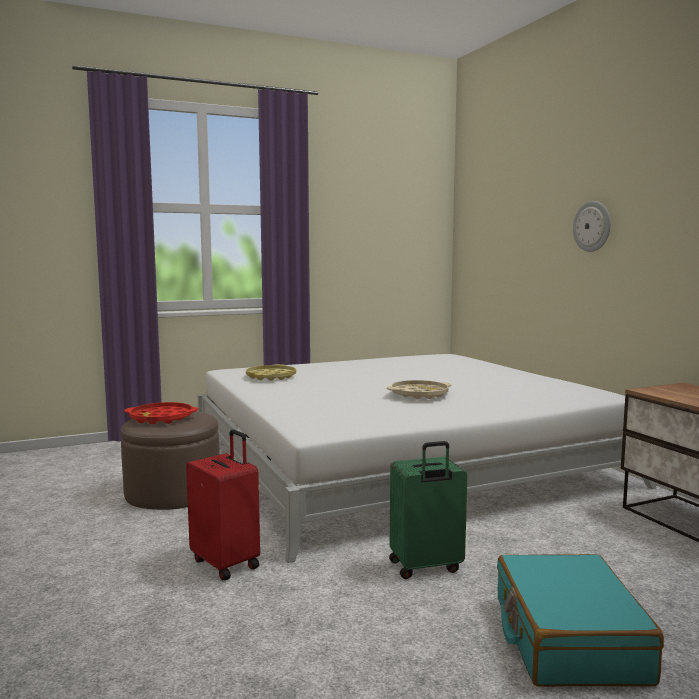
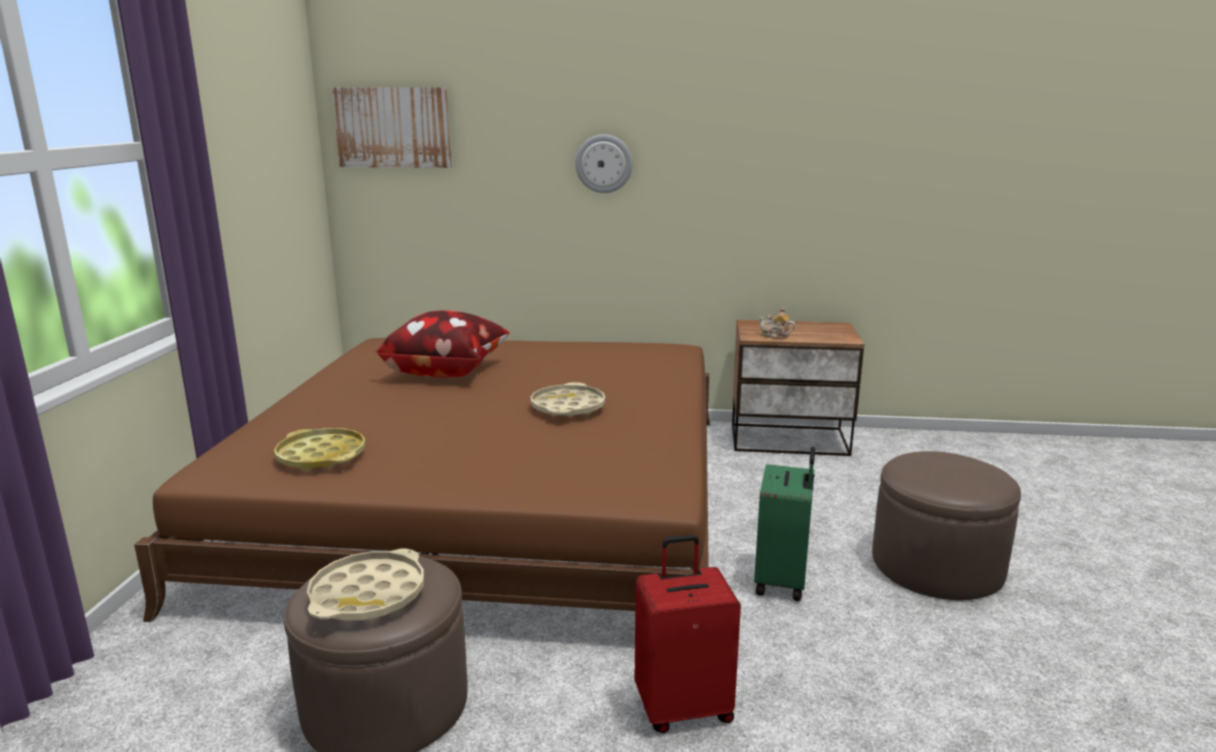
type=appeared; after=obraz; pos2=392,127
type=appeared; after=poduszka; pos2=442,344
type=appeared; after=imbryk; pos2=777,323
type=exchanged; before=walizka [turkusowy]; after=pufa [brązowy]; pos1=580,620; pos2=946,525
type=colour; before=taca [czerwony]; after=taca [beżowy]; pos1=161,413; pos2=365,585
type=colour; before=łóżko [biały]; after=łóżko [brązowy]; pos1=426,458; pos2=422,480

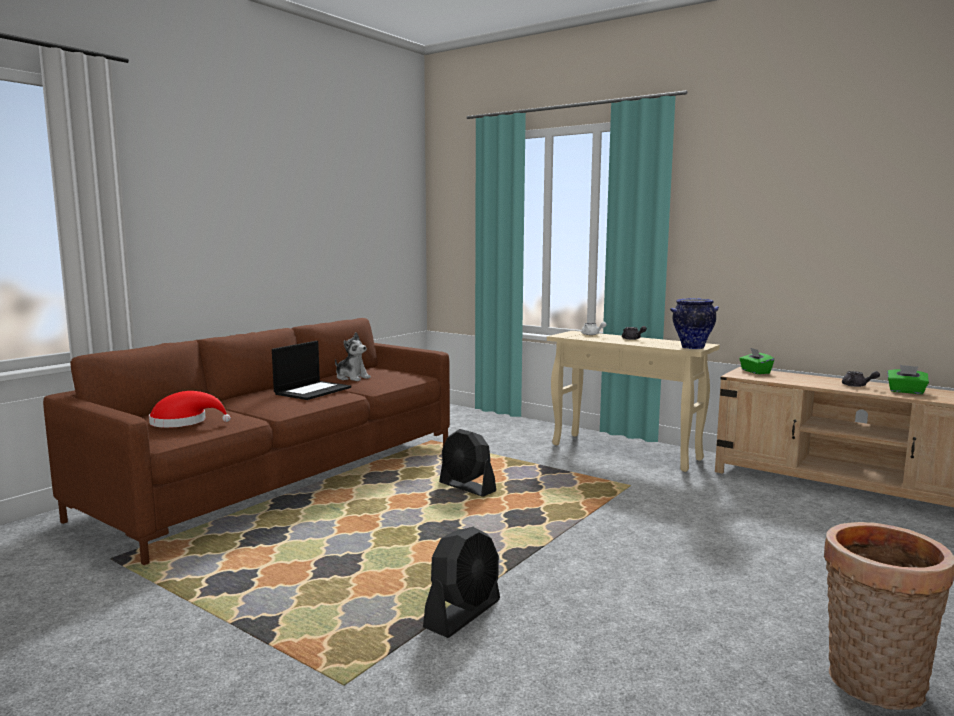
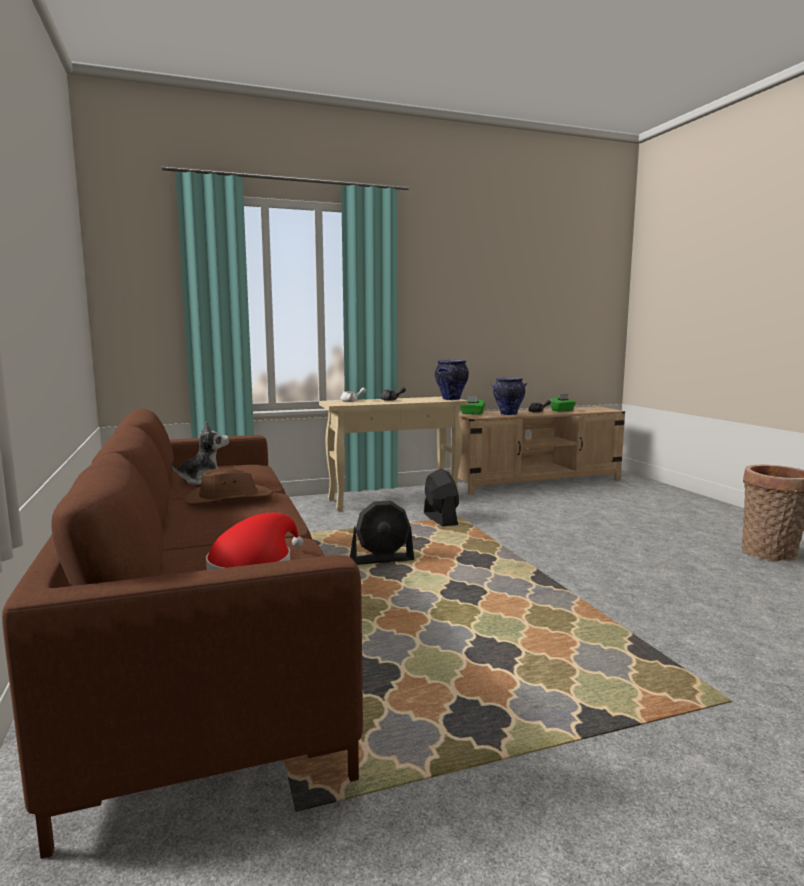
type=appeared; after=wazon; pos2=509,396
type=relocated; before=wentylator [czarny]; pos1=461,582; pos2=441,498
type=exchanged; before=laptop; after=kapelusz [brązowy]; pos1=311,370; pos2=229,486

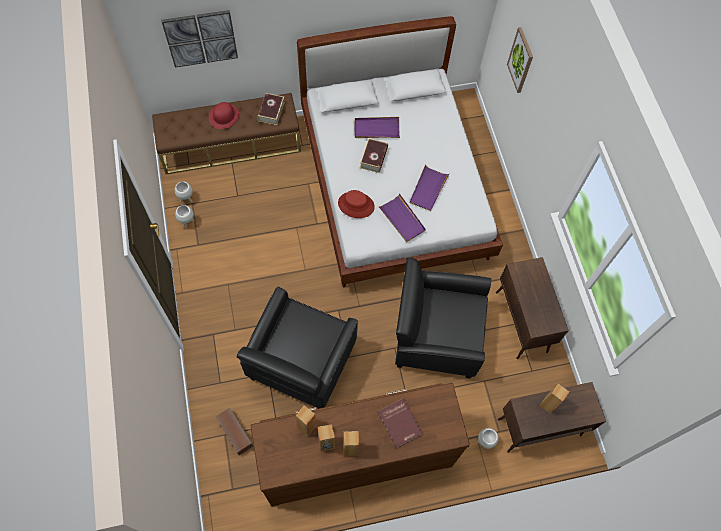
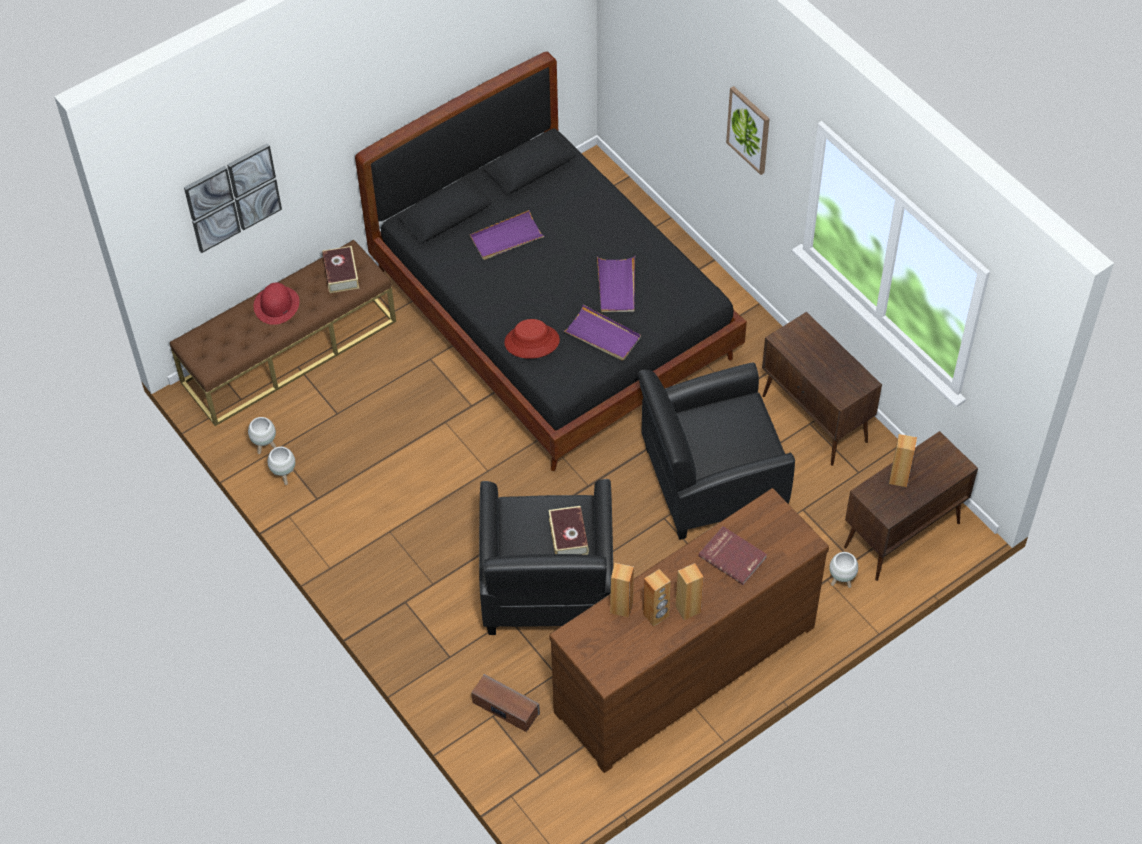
type=relocated; before=książka; pos1=374,155; pos2=568,530
type=relocated; before=obraz; pos1=520,60; pos2=747,130
type=colour; before=łóżko [biały]; after=łóżko [czarny]; pos1=400,151; pos2=551,261

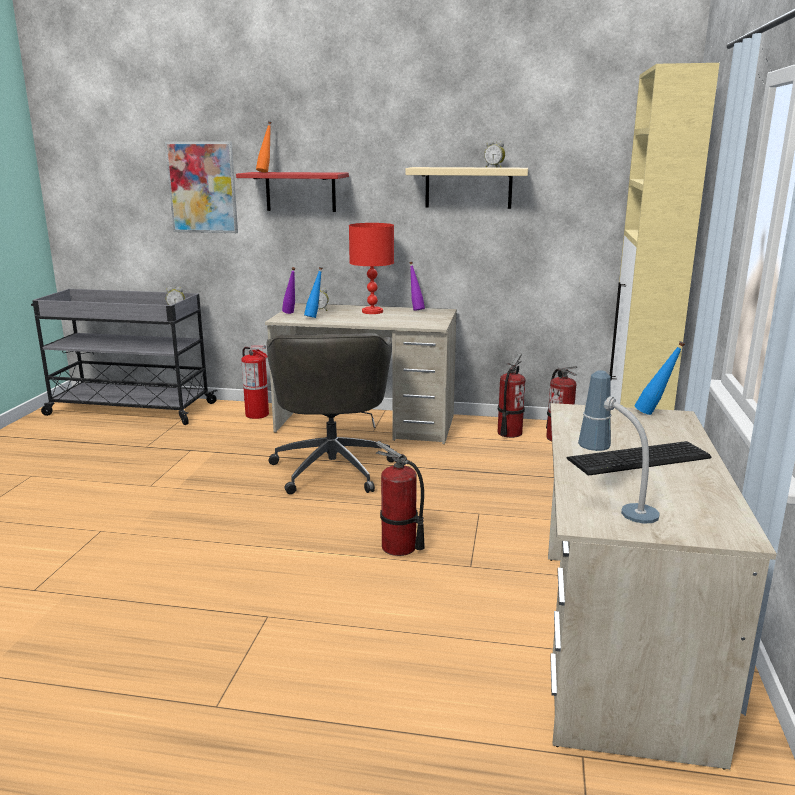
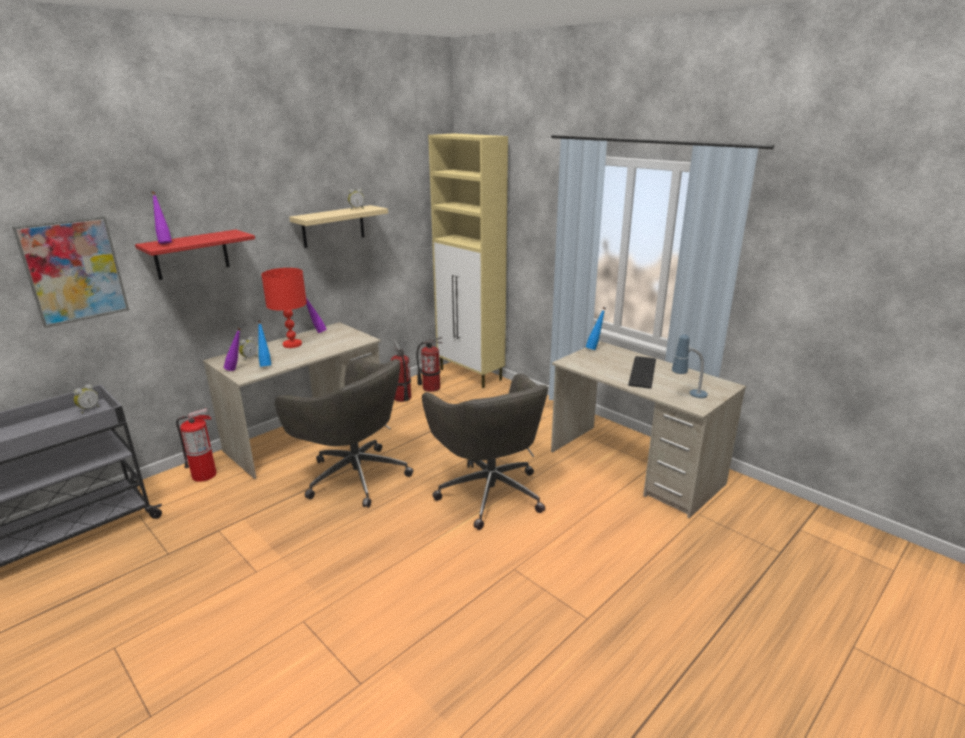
type=exchanged; before=gaśnica; after=krzesło biurowe [szary]; pos1=400,498; pos2=485,452
type=colour; before=butelka [pomarańczowy]; after=butelka [fioletowy]; pos1=264,146; pos2=162,217

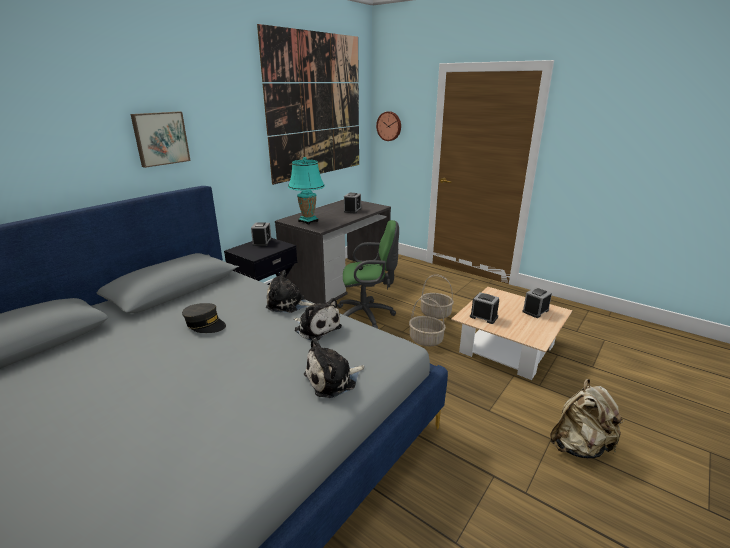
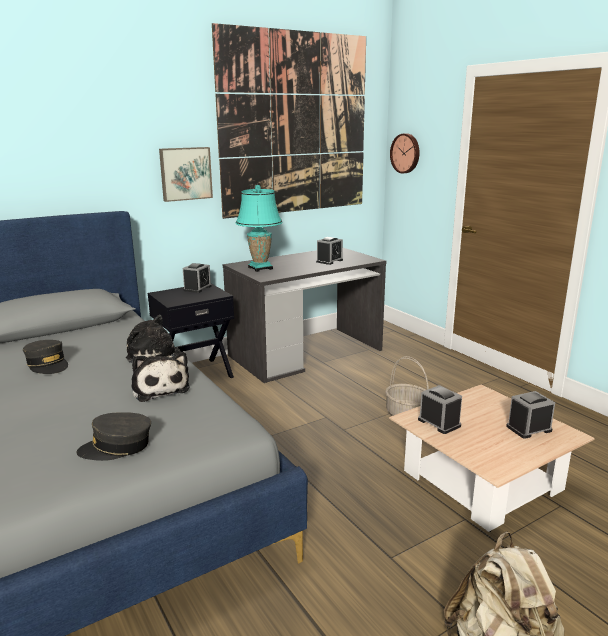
type=missing; before=krzesło biurowe [zielony]; pos1=368,274
type=missing; before=koszyk; pos1=427,321
type=relocated; before=obraz; pos1=160,140; pos2=186,174
type=exchanged; before=pluszak; after=czapka z daszkiem [szary]; pos1=334,368; pos2=114,436

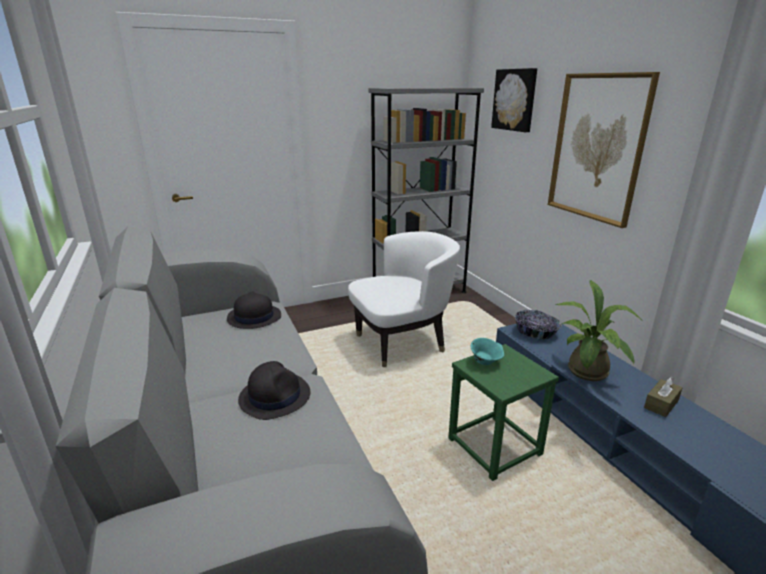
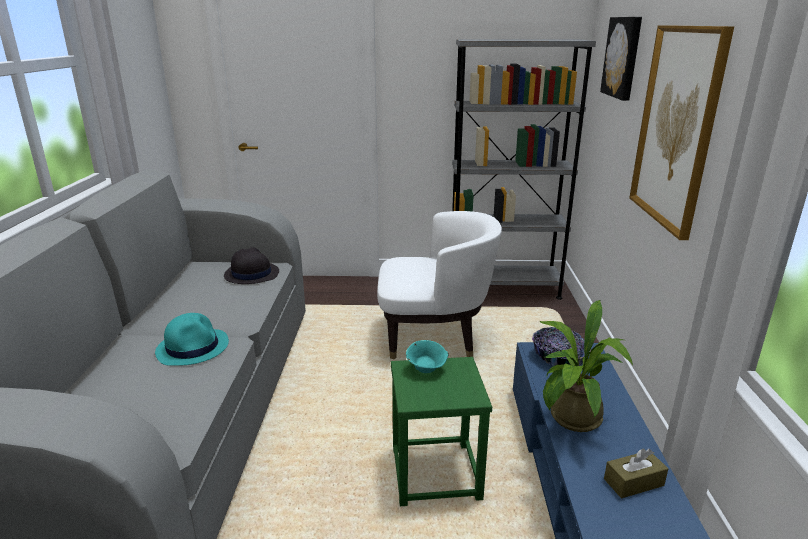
type=colour; before=kapelusz [czarny]; after=kapelusz [turkusowy]; pos1=274,390; pos2=192,339

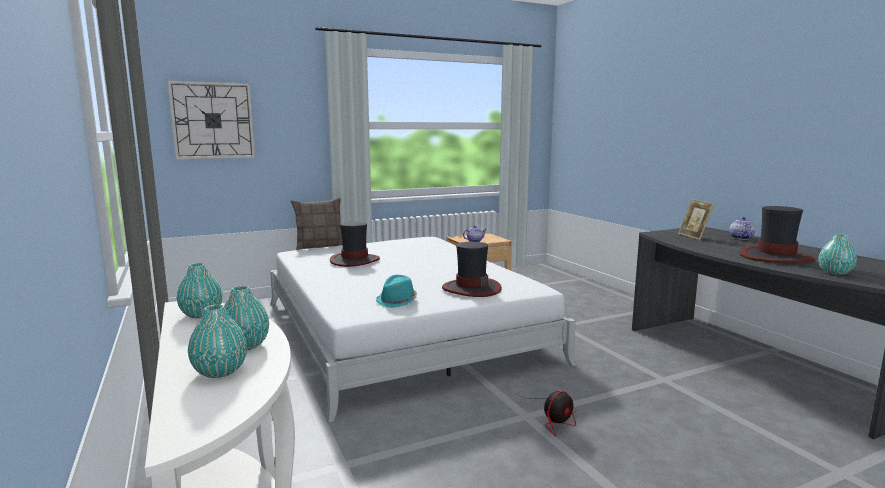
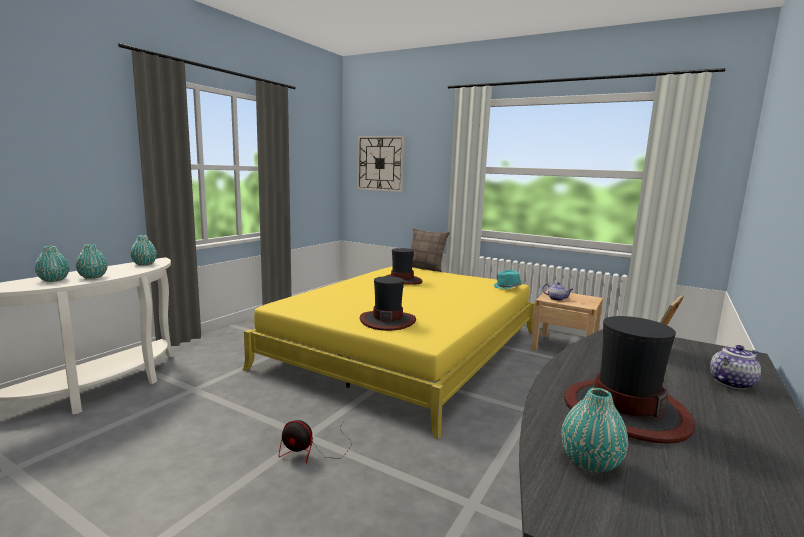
type=relocated; before=kapelusz [turkusowy]; pos1=396,291; pos2=508,279
type=colour; before=łóżko [biały]; after=łóżko [żółty]; pos1=423,330; pos2=389,353

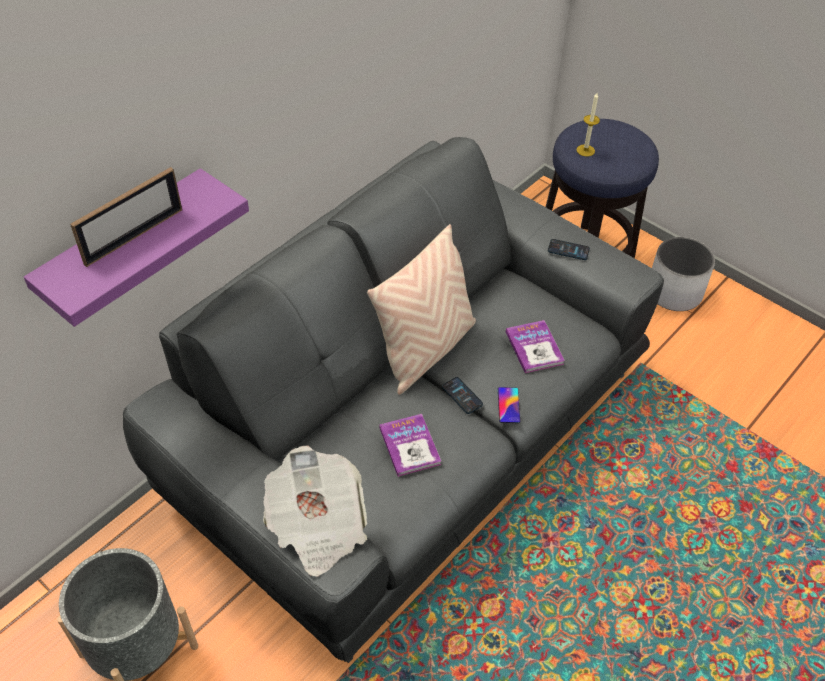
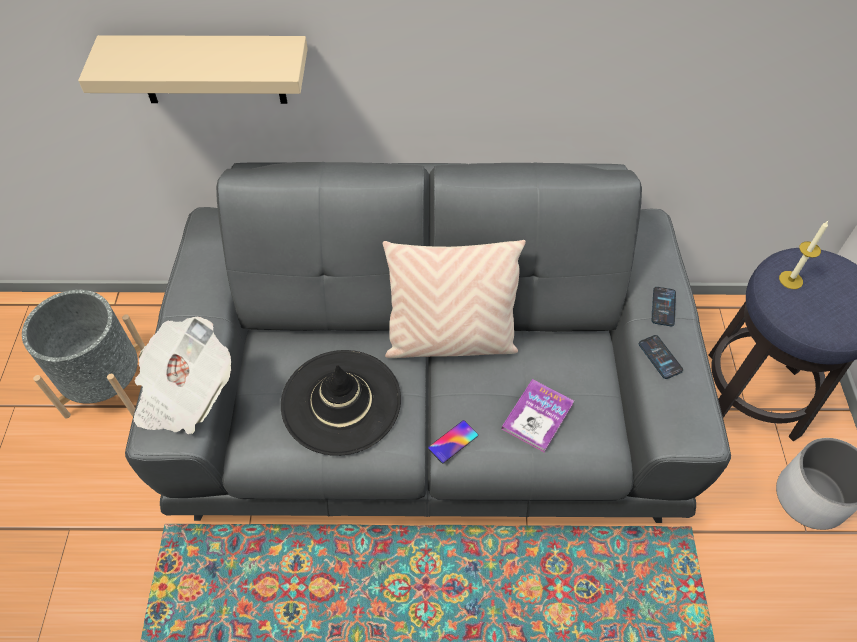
type=missing; before=ramka na zdjęcie; pos1=126,217
type=relocated; before=telefon; pos1=462,395; pos2=664,307
type=exchanged; before=książka; after=kapelusz [czarny]; pos1=410,445; pos2=341,403
type=colour; before=półka [fioletowy]; after=półka [beżowy]; pos1=136,247; pos2=193,69

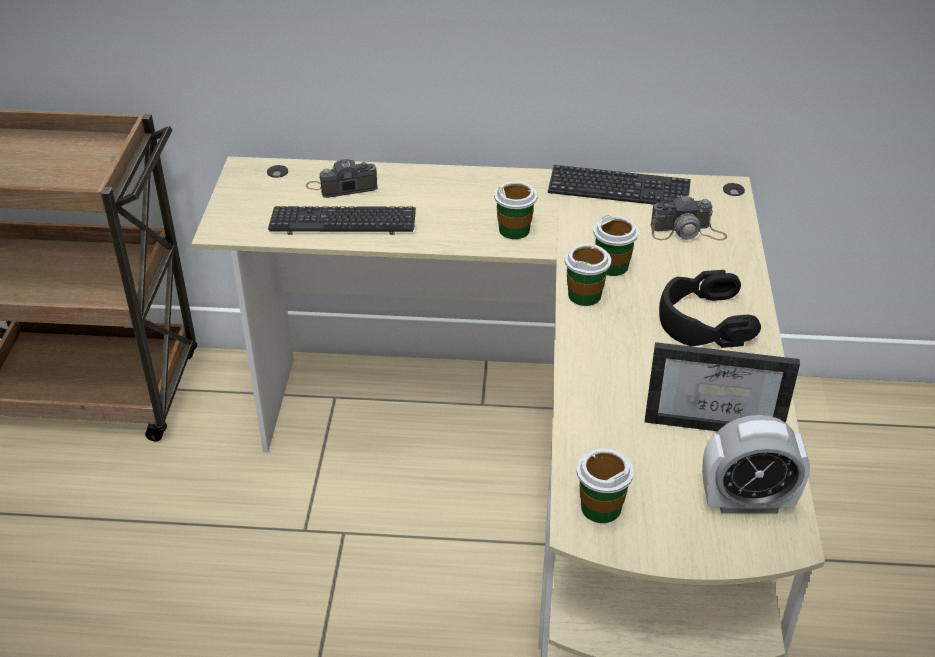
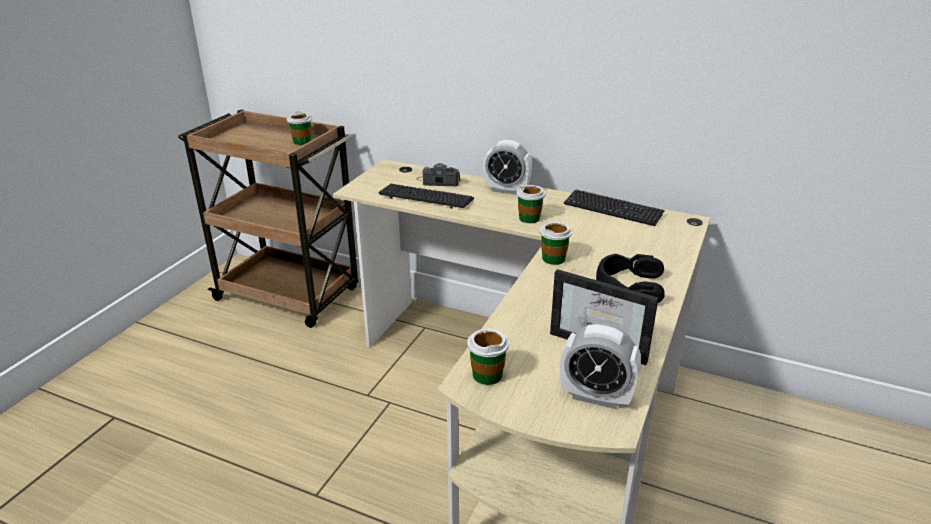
type=missing; before=aparat fotograficzny; pos1=689,218
type=appeared; after=budzik; pos2=507,167
type=relocated; before=filiżanka; pos1=616,245; pos2=299,128

